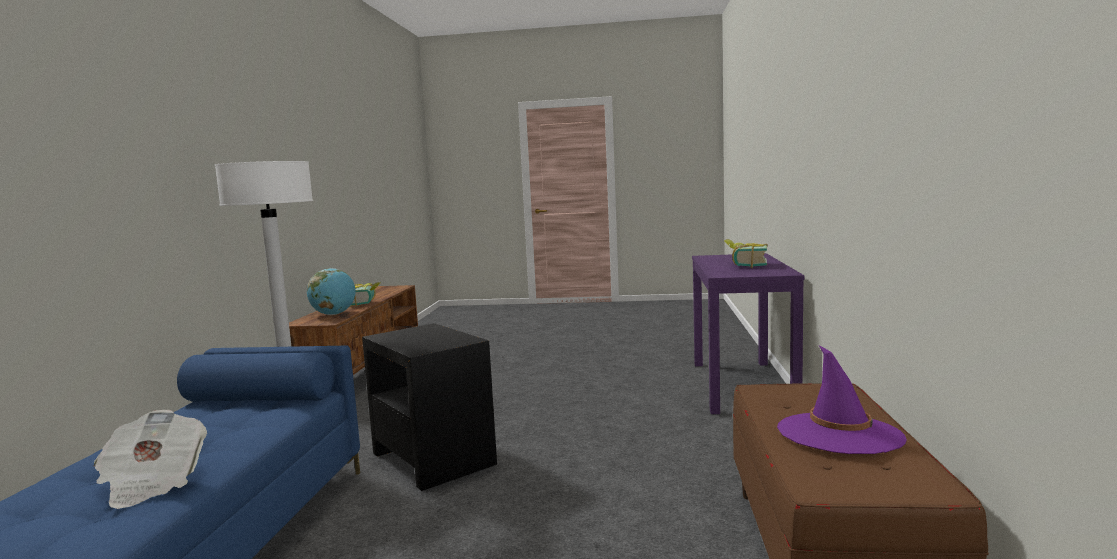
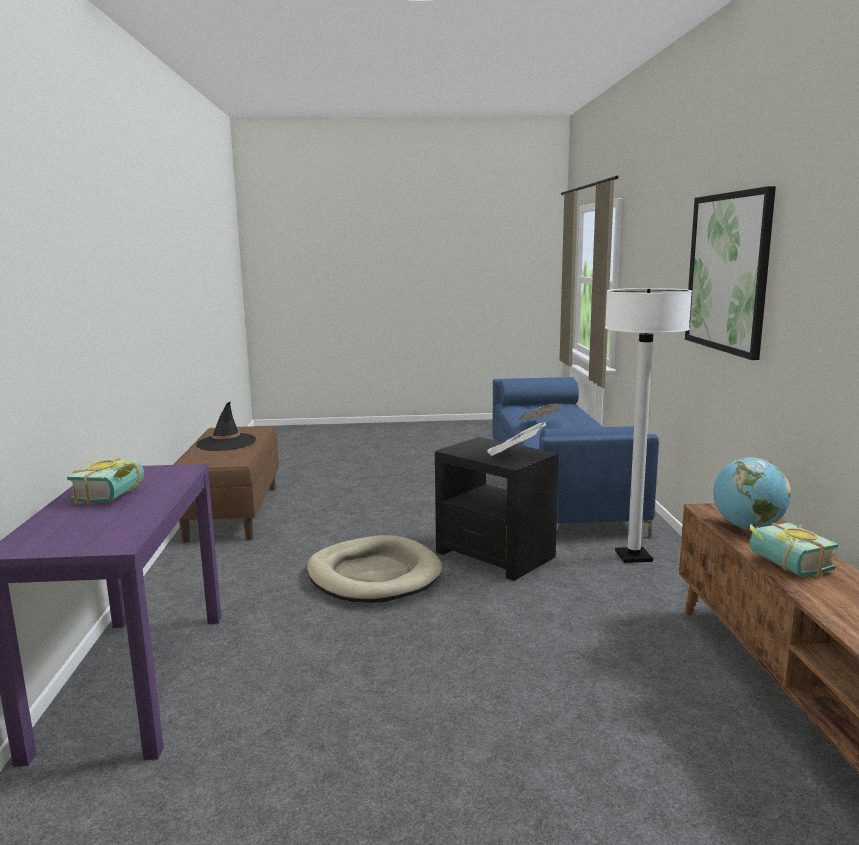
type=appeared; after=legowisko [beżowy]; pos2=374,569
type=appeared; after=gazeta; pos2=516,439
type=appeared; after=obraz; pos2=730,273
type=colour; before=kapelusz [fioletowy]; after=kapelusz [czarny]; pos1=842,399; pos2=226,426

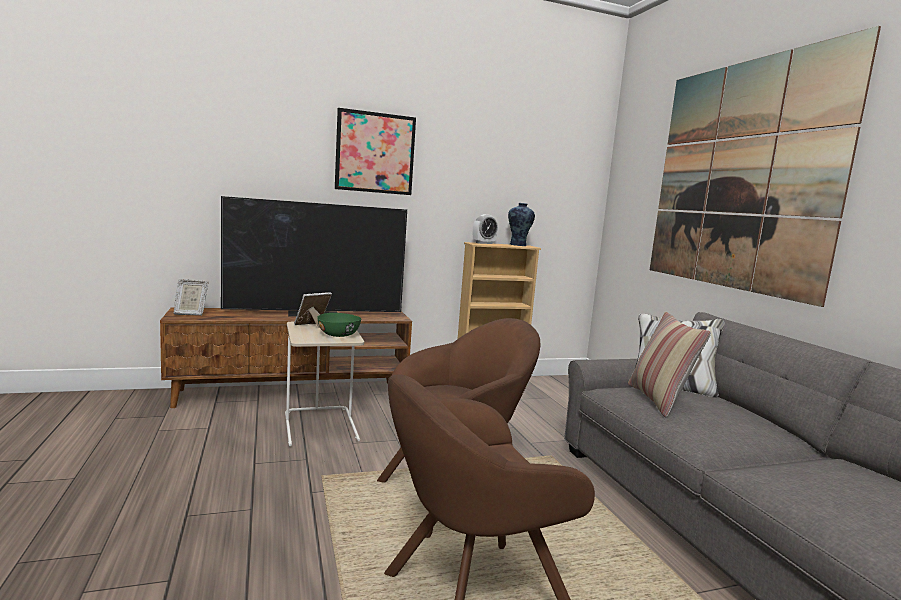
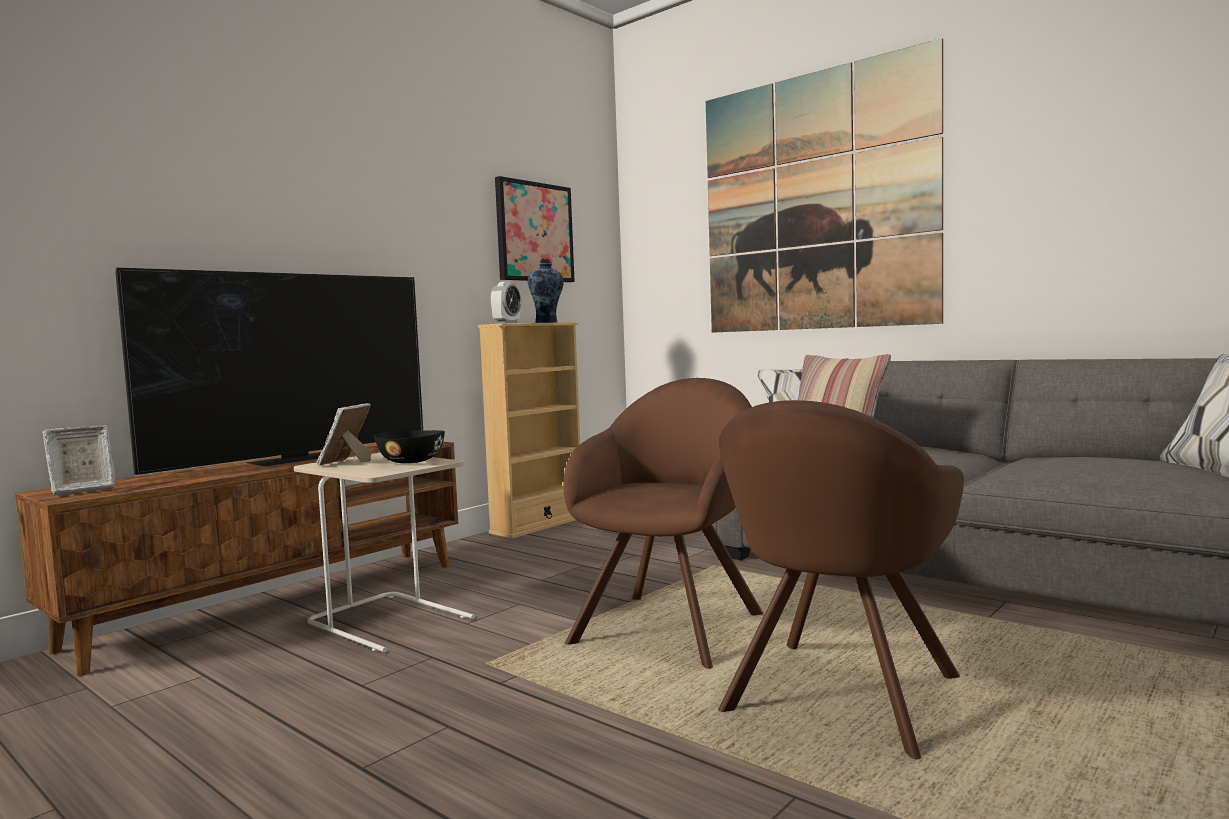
type=relocated; before=obraz; pos1=375,151; pos2=535,229
type=colour; before=miska [zielony]; after=miska [czarny]; pos1=339,325; pos2=409,446

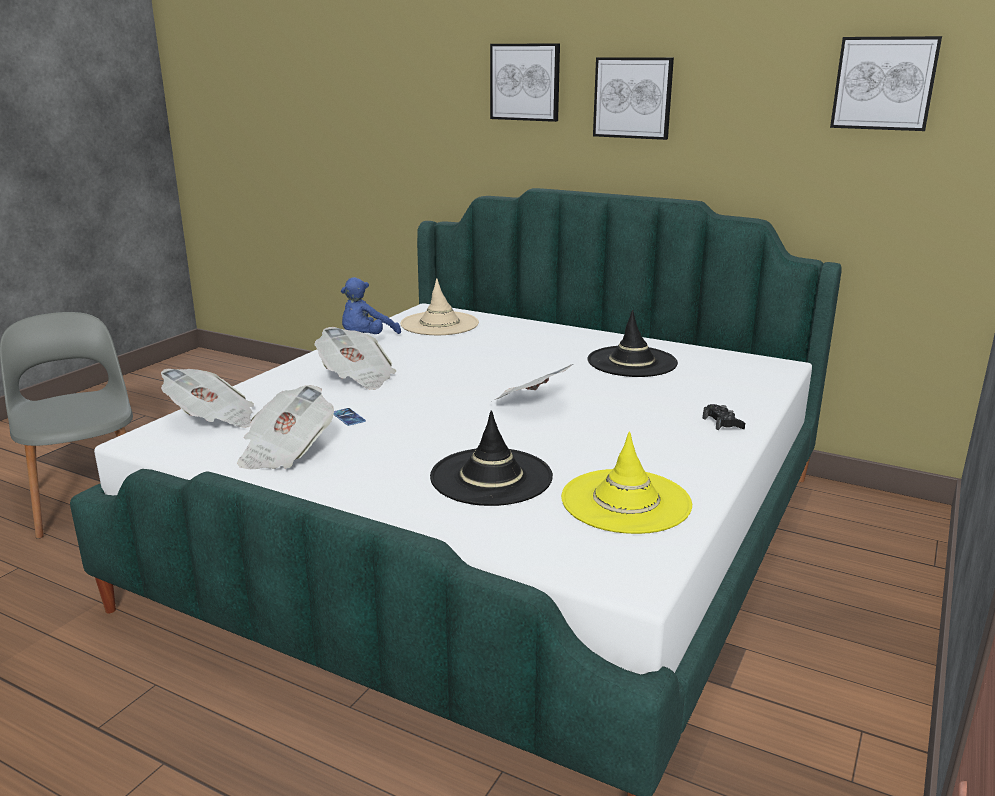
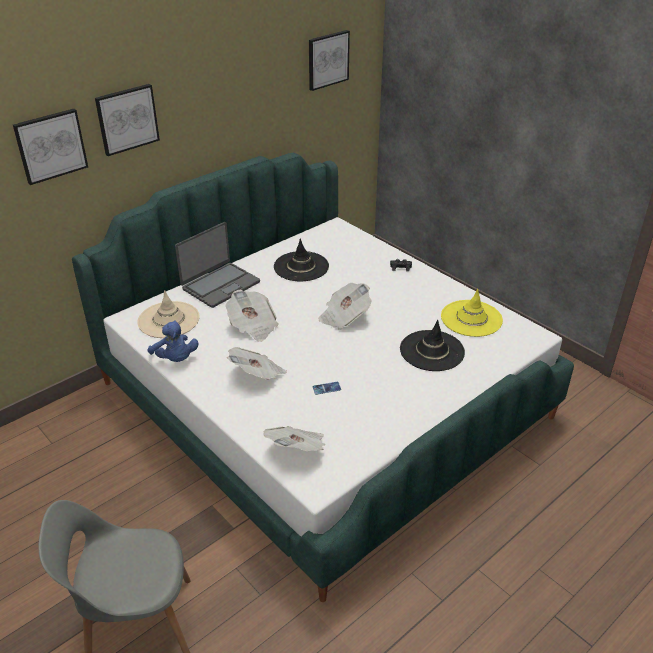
type=appeared; after=laptop; pos2=217,265
type=relocated; before=gazeta; pos1=285,427; pos2=252,316
type=relocated; before=obraz; pos1=633,98; pos2=50,147

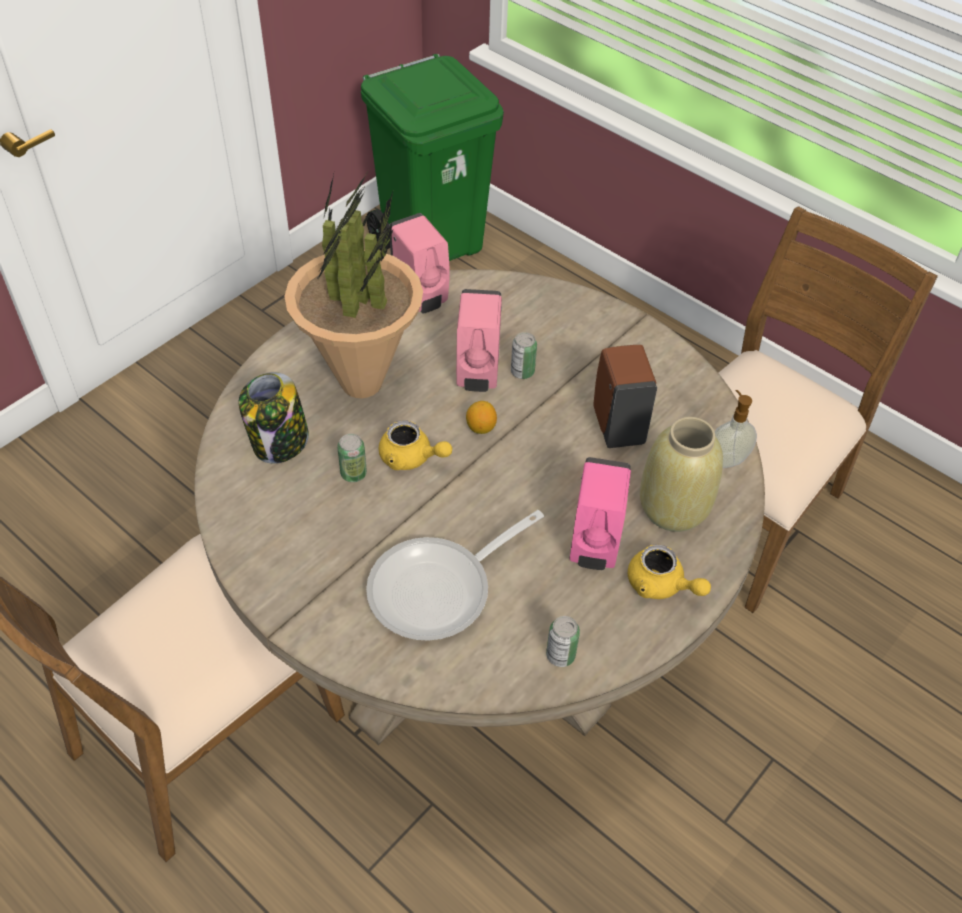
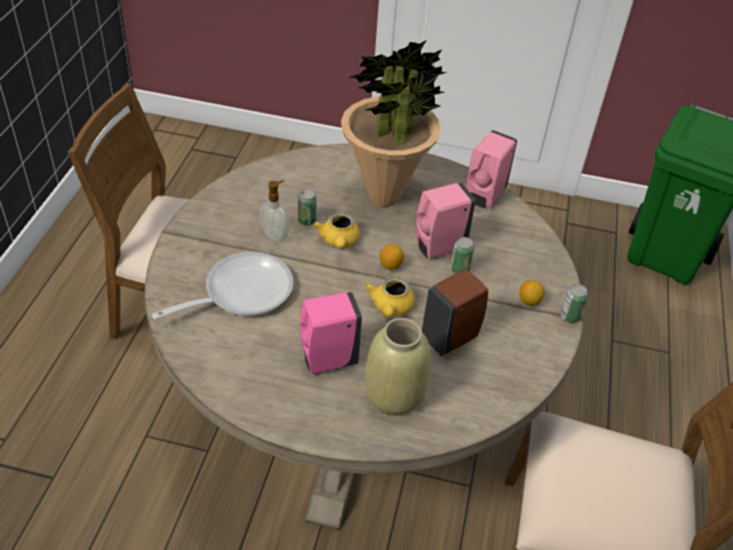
type=missing; before=słoik; pos1=273,418
type=appeared; after=cytryna; pos2=532,293
type=relocated; before=puszka; pos1=563,641; pos2=574,303
type=relocated; before=imbryk [żółty]; pos1=669,571; pos2=390,297
type=relocated; before=dozownik mydła; pos1=736,429; pos2=274,212
type=spun; before=patelnia; pos1=455,575; pos2=223,285; turn=120

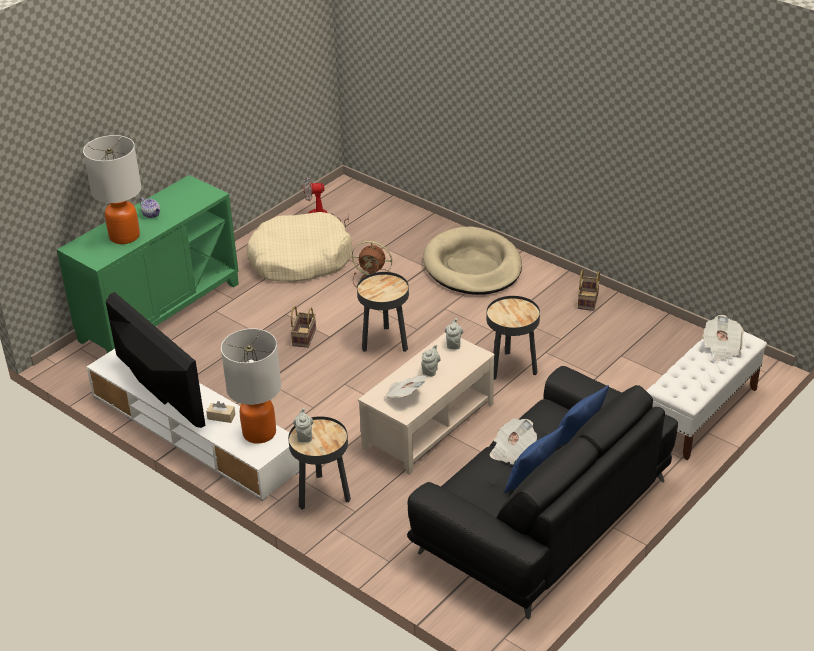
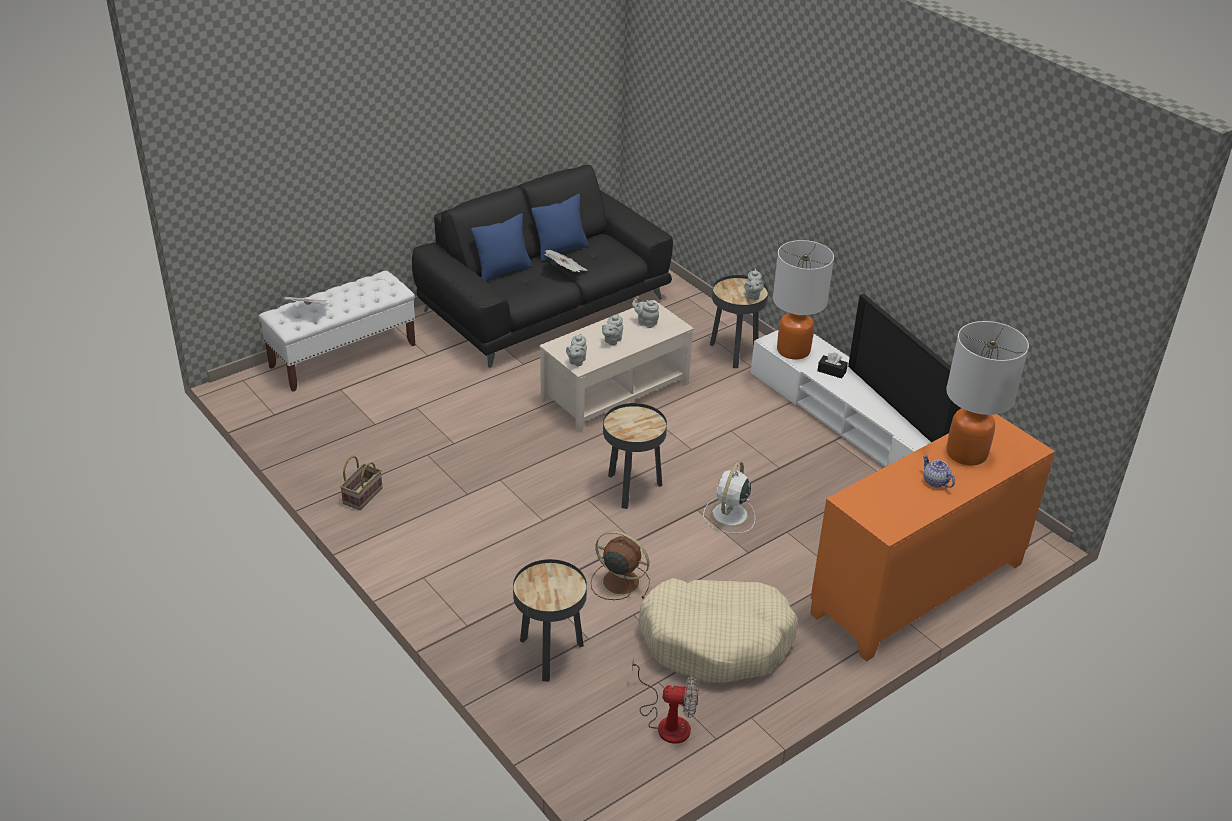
type=missing; before=legowisko [beżowy]; pos1=472,260
type=relocated; before=stolik [czarny]; pos1=513,338; pos2=550,620
type=exchanged; before=koszyk; after=wentylator [biały]; pos1=303,327; pos2=729,497
type=exchanged; before=gazeta; after=imbryk [szary]; pos1=405,386; pos2=645,313
type=colour; before=szafka [zielony]; after=szafka [pomarańczowy]; pos1=148,264; pos2=932,538
type=colour; before=pudełko chusteczek [beżowy]; after=pudełko chusteczek [czarny]; pos1=221,412; pos2=833,365

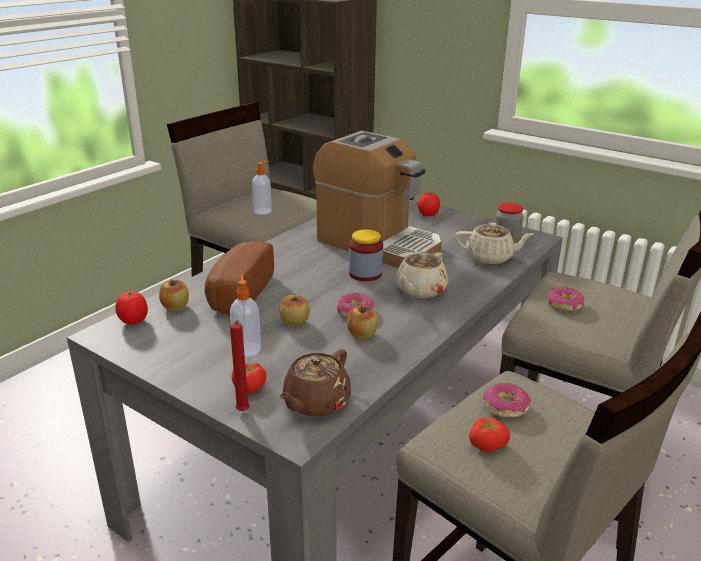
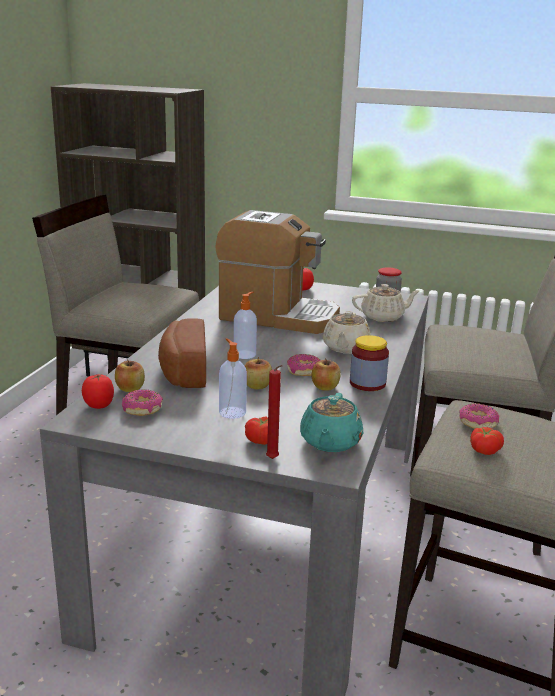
type=relocated; before=dozownik mydła; pos1=262,188; pos2=245,325
type=relocated; before=słoik; pos1=366,255; pos2=369,363
type=relocated; before=donut; pos1=566,299; pos2=142,402
type=colour; before=imbryk [brązowy]; after=imbryk [turkusowy]; pos1=315,382; pos2=331,422

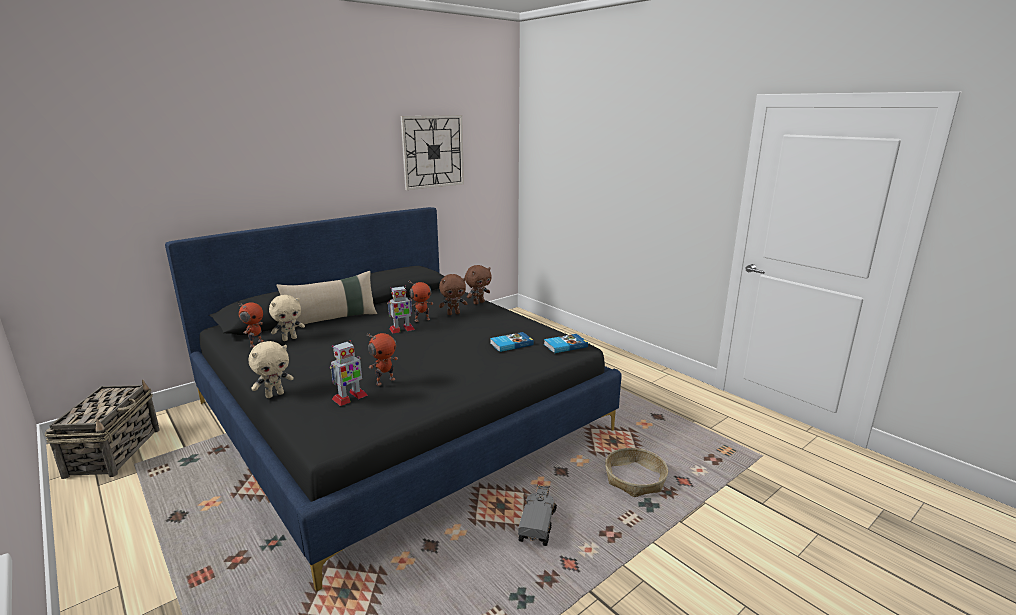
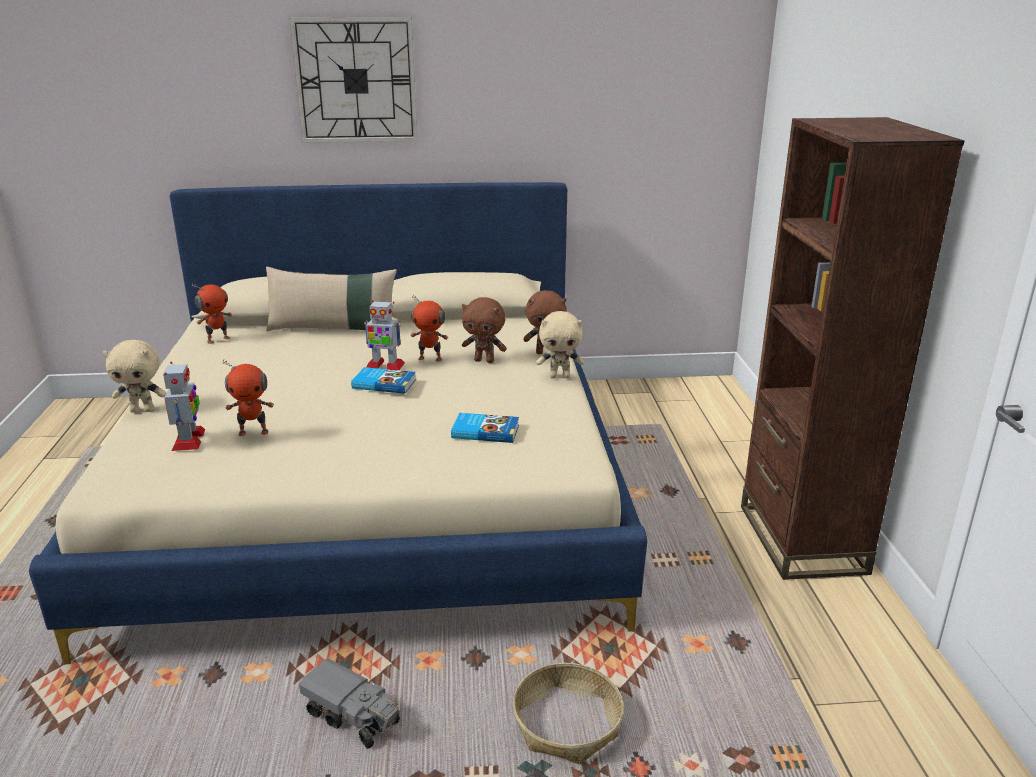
type=missing; before=koszyk; pos1=102,429
type=appeared; after=regał [brązowy]; pos2=852,348
type=relocated; before=pluszak [beżowy]; pos1=287,318; pos2=560,344
type=relocated; before=zegar ścienny; pos1=432,152; pos2=353,80
type=relocated; before=książka; pos1=566,343; pos2=383,380
type=colour; before=łóżko [czarny]; after=łóżko [beżowy]; pos1=393,399; pos2=338,423
type=spun; before=robot zabawkowy; pos1=349,373; pos2=184,406; turn=-90
type=spun; before=ciężarówka zabawkowa; pos1=537,515; pos2=349,704; turn=75

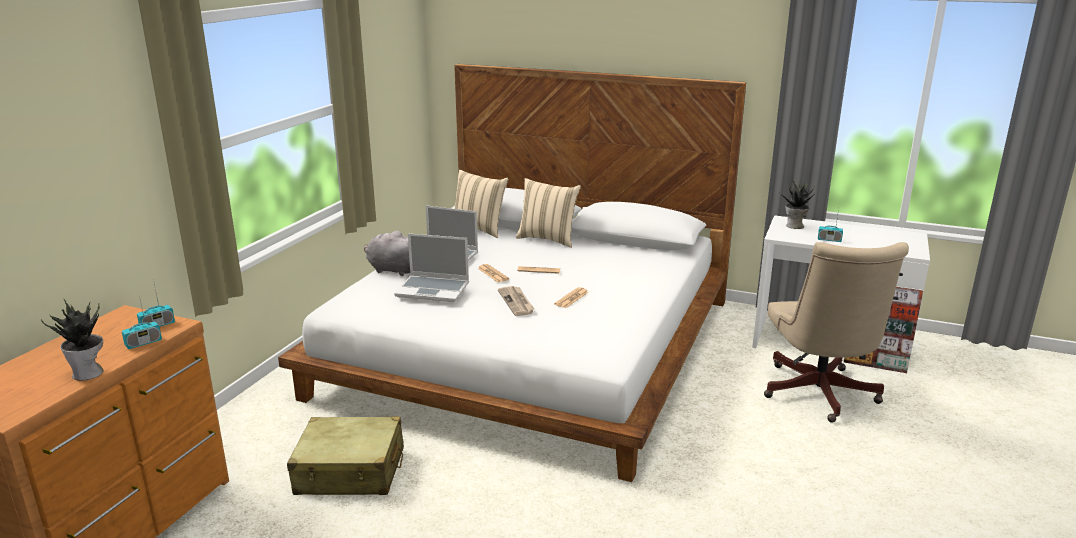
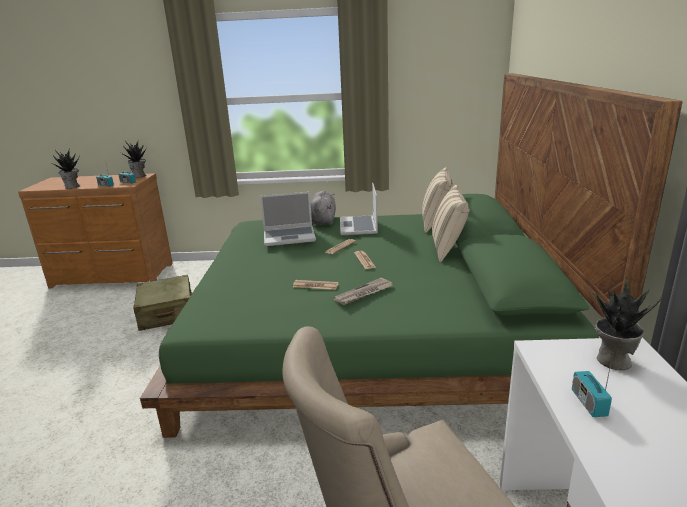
type=appeared; after=roślina doniczkowa; pos2=134,160
type=relocated; before=gazeta; pos1=516,301; pos2=363,291
type=colour; before=łóżko [biały]; after=łóżko [zielony]; pos1=512,273; pos2=411,255
type=spun; before=laptop; pos1=431,267; pos2=288,219; turn=-90

